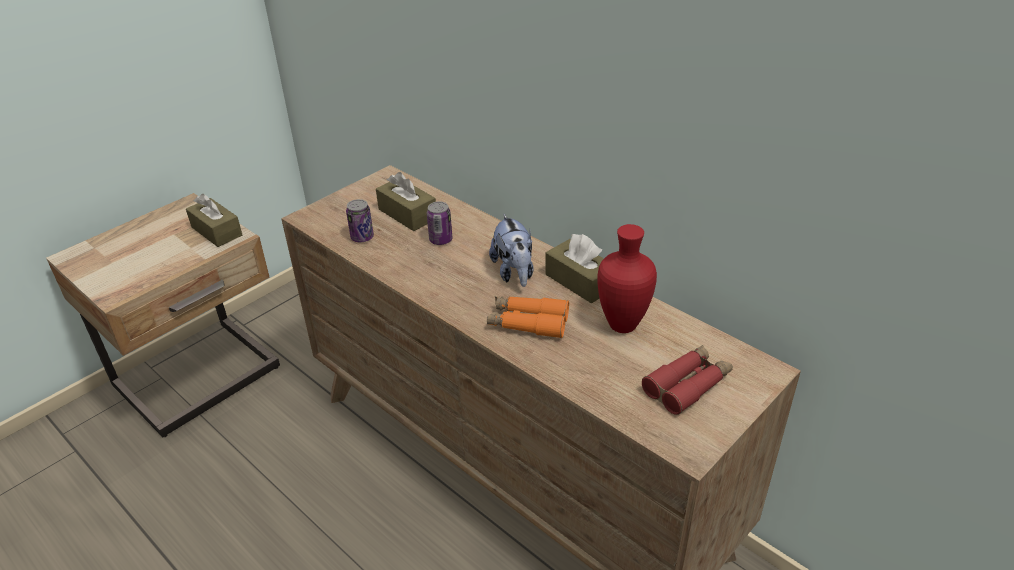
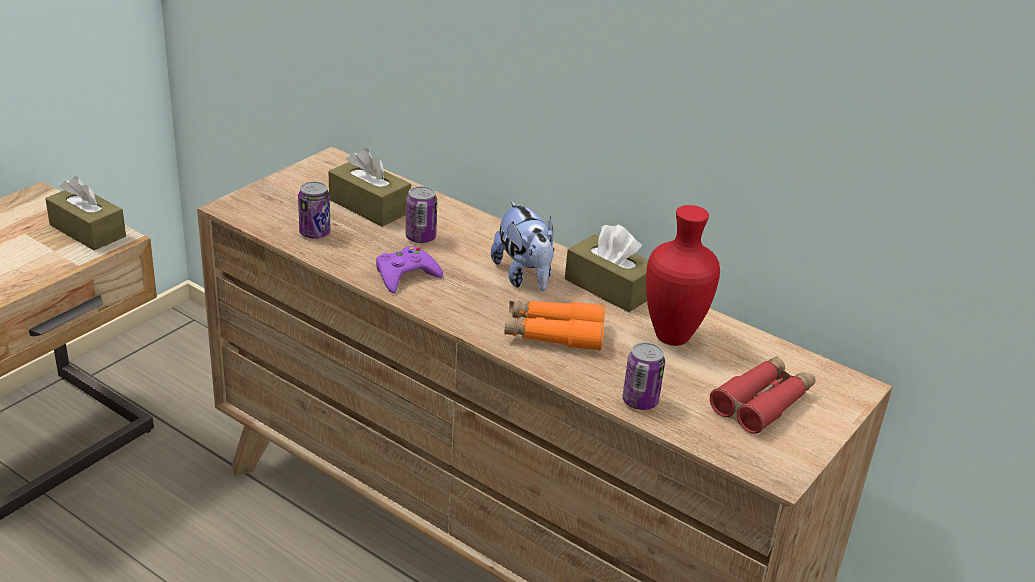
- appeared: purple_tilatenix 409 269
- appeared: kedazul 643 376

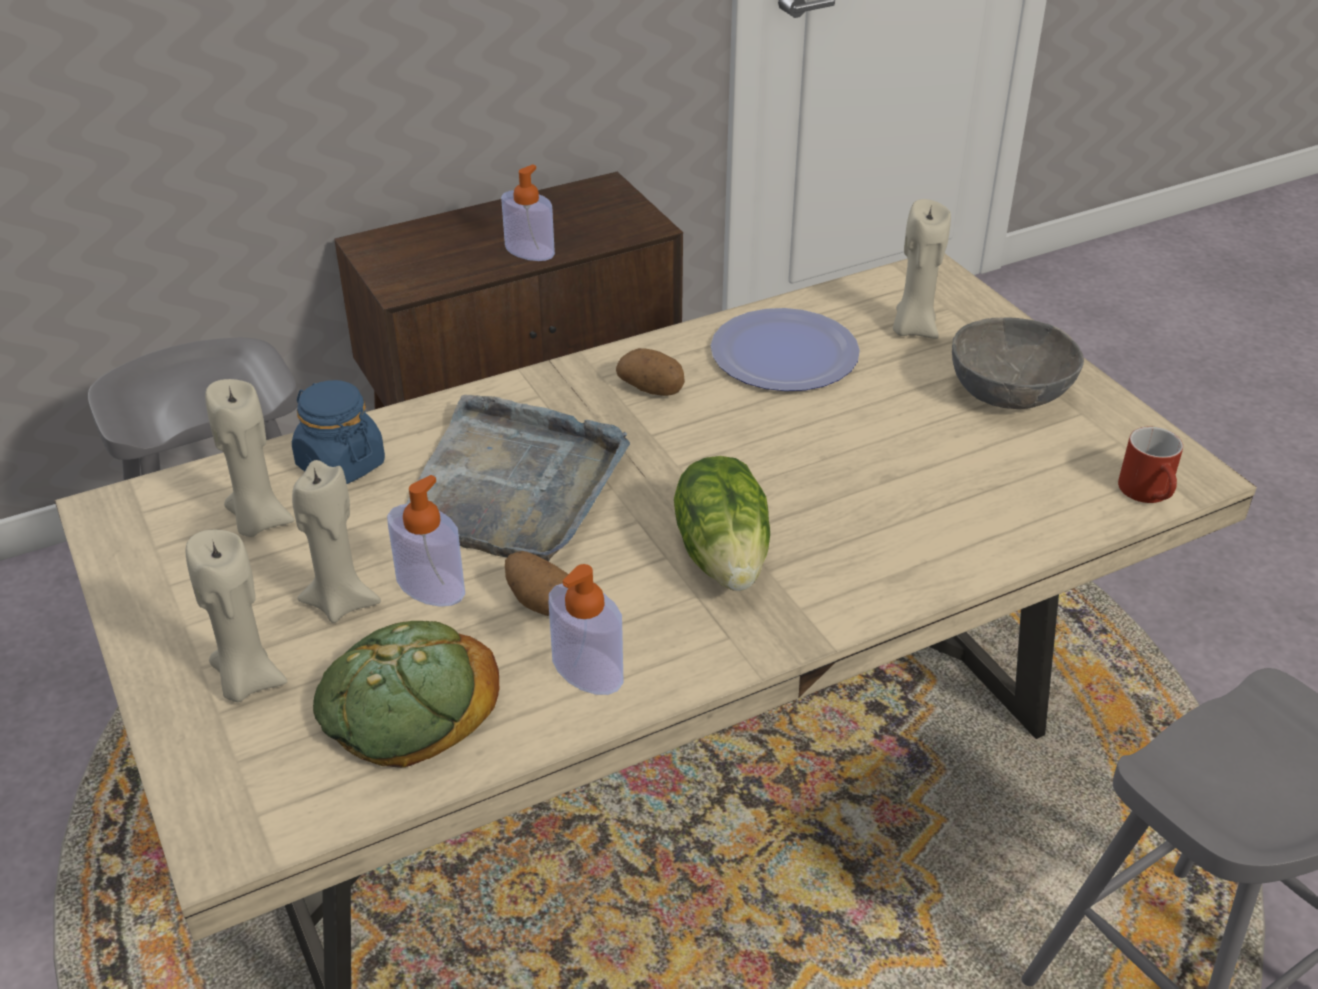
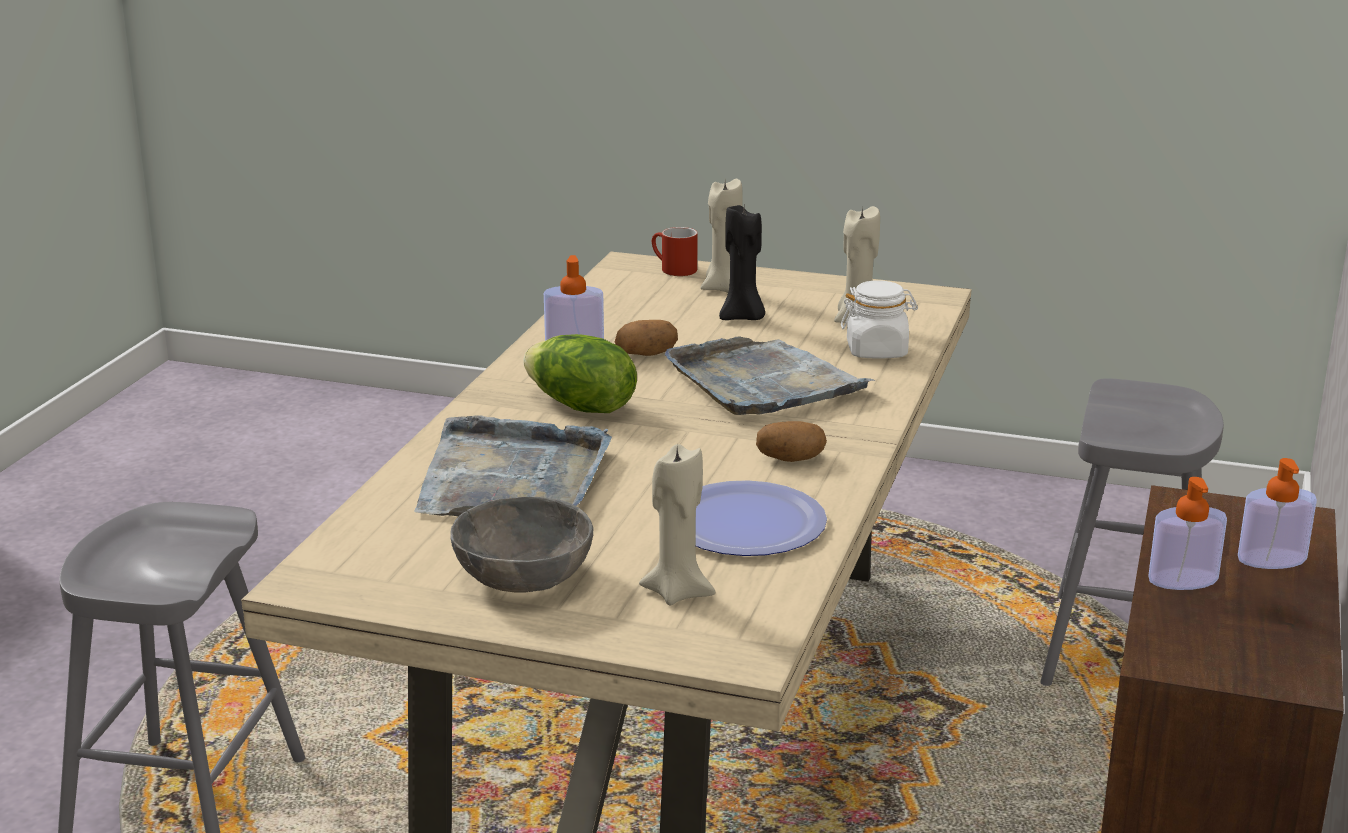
- colour: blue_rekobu 338 432 to white_rekobu 879 320
- relocated: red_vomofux 1150 465 to 675 251
- colour: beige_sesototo 336 541 to black_sesototo 742 262
- relocated: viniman 426 541 to 1277 513
- missing: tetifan 406 694
- appeared: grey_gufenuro 513 466

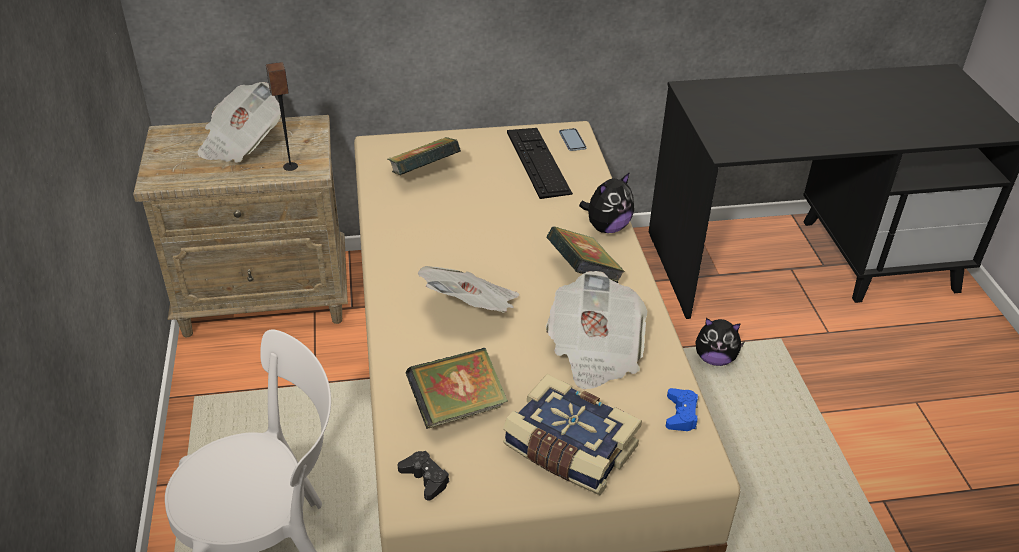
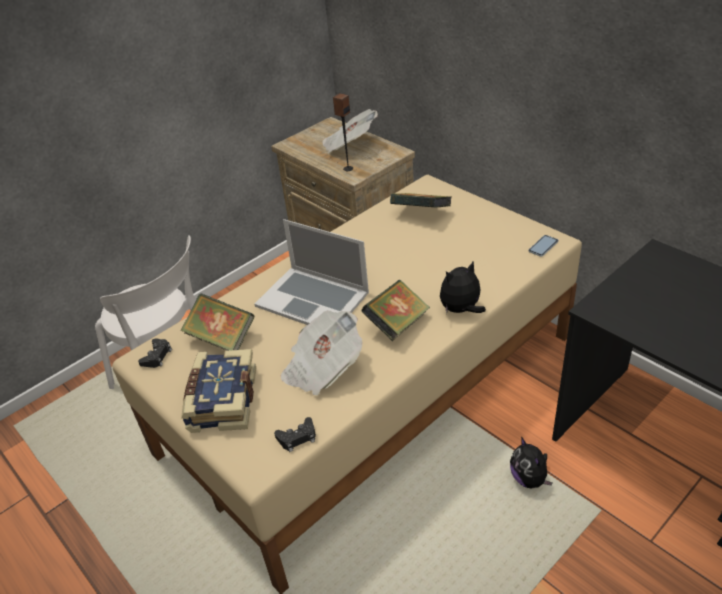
- missing: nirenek 540 163
- spun: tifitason 606 202 = 463 287 135 degrees clockwise
- exchanged: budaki 469 289 to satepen 312 272
- colour: blue_tilatenix 682 409 to black_tilatenix 295 434

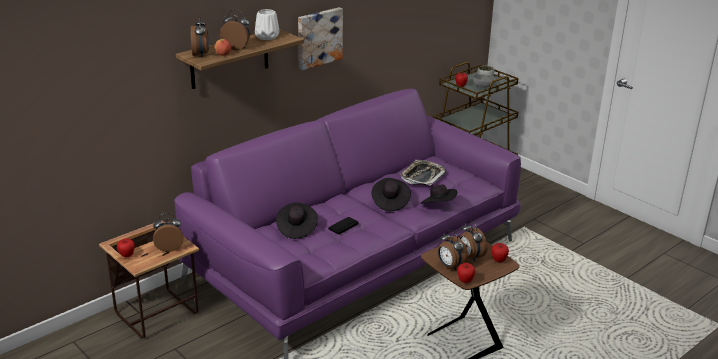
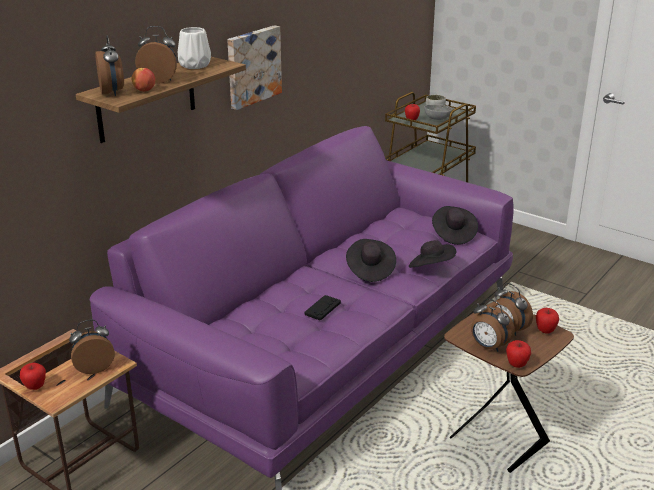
- missing: gufenuro 423 173
- relocated: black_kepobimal 297 220 to 455 225

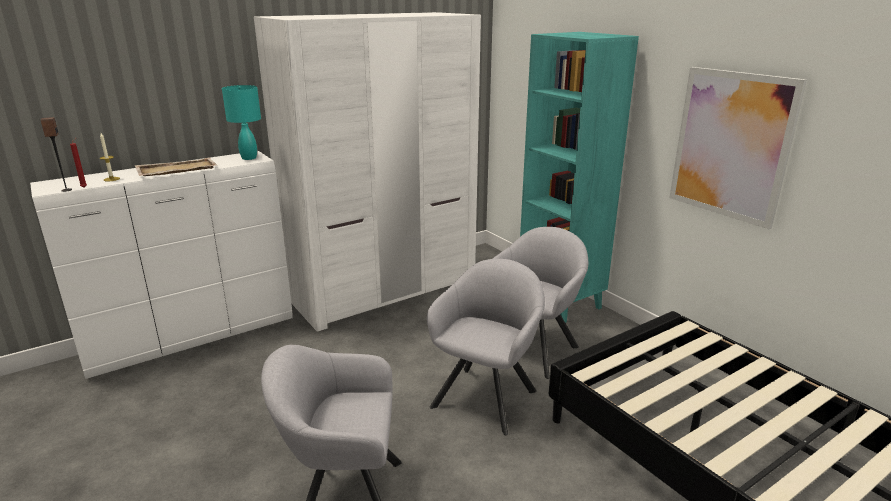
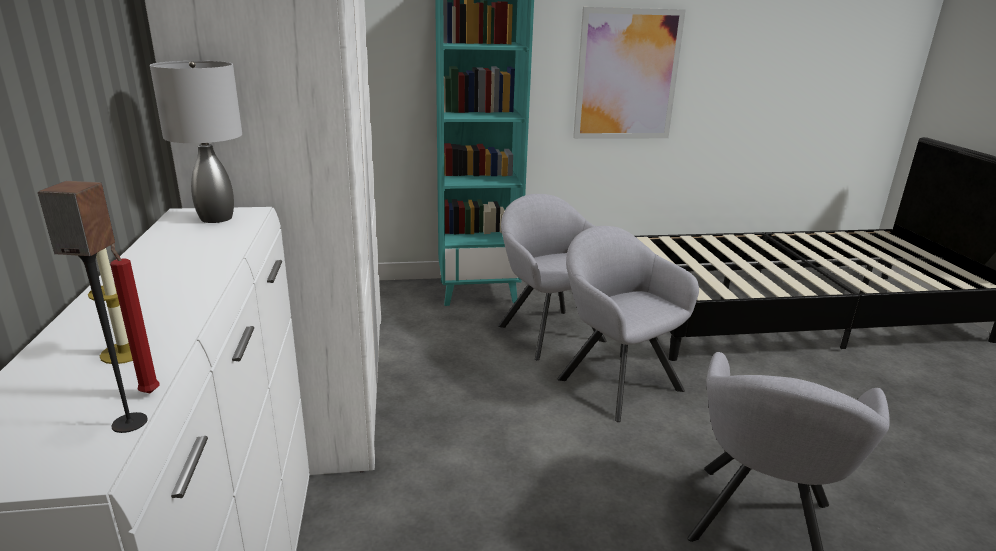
- colour: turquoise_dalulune 241 122 to grey_dalulune 196 142
- missing: beige_gufenuro 176 166

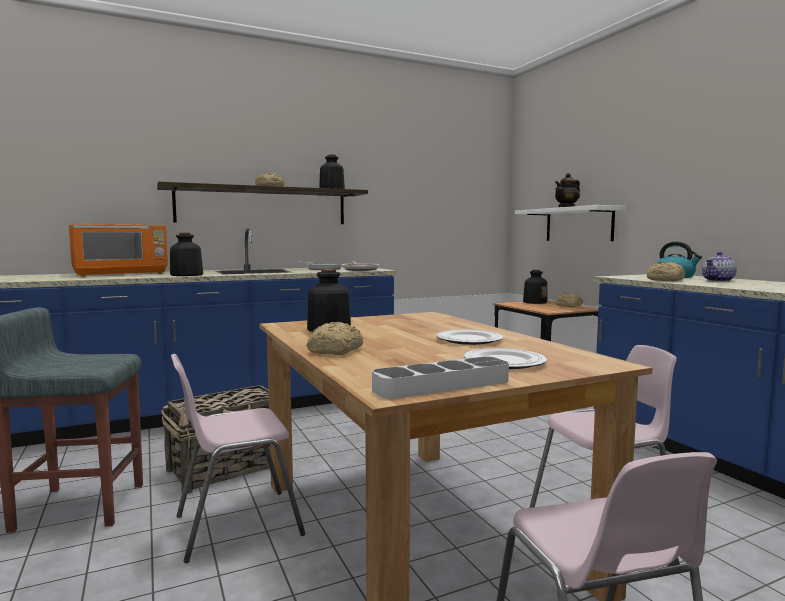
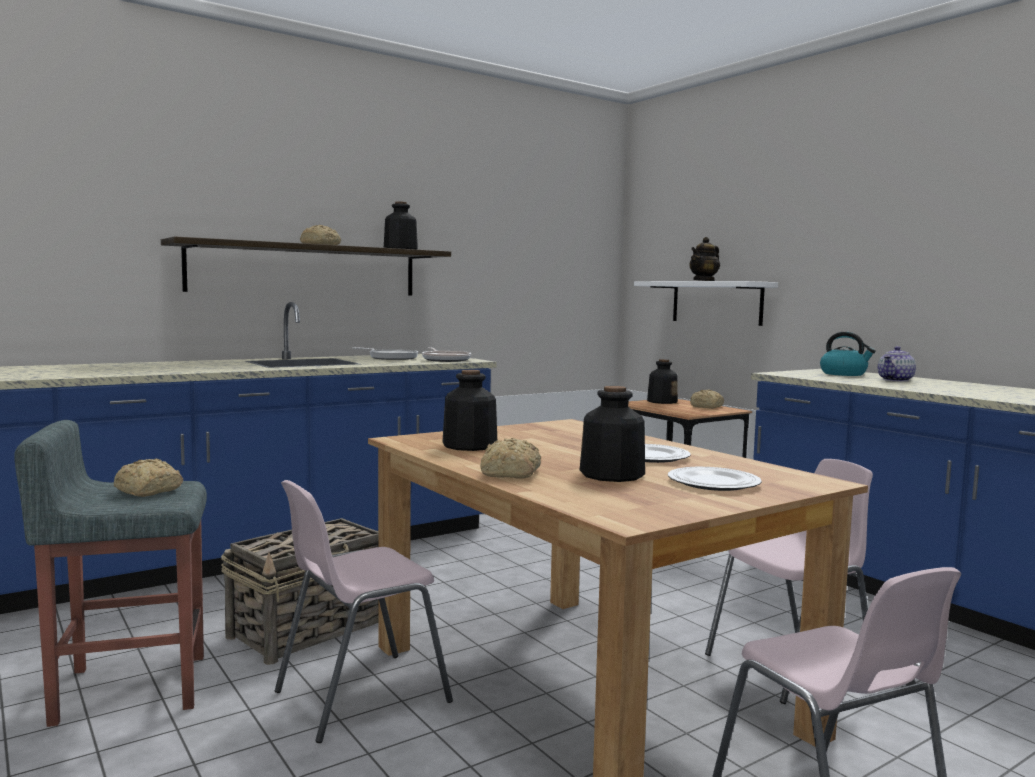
- missing: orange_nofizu 118 250
- relocated: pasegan 186 254 to 612 434
- relocated: tetifan 666 271 to 148 478
- missing: grey_gufenuro 440 378

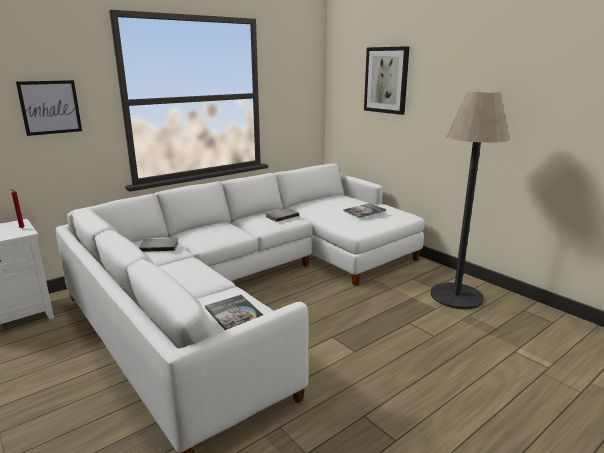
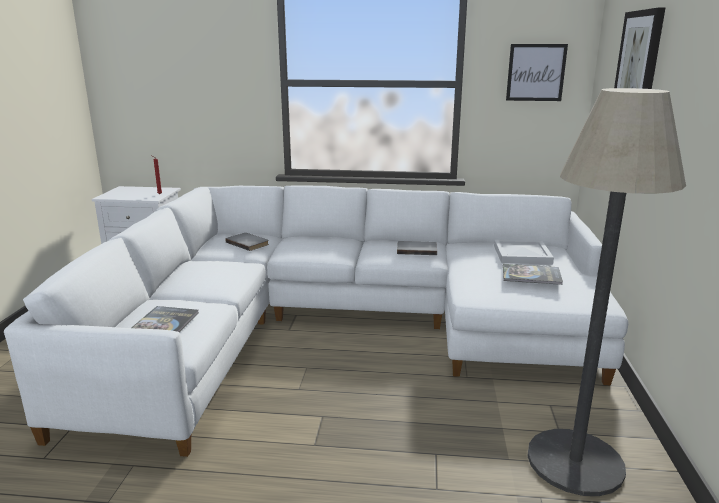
- relocated: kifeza 49 108 to 537 72
- appeared: white_gufenuro 524 252

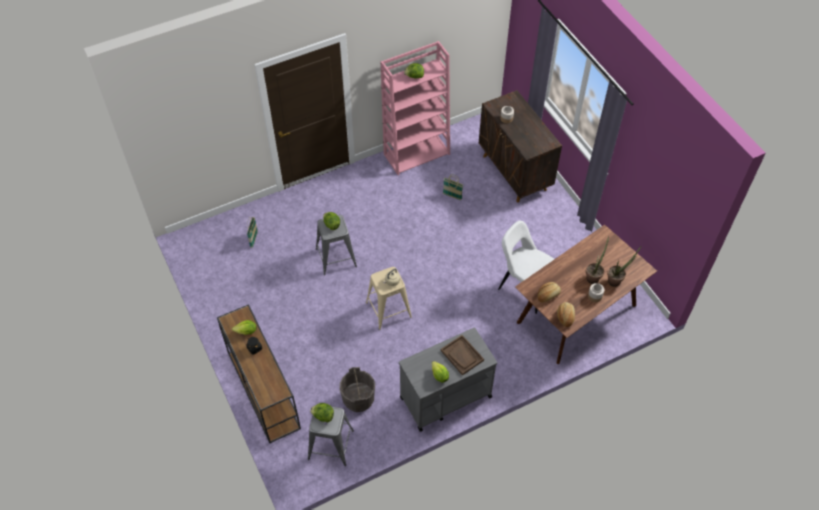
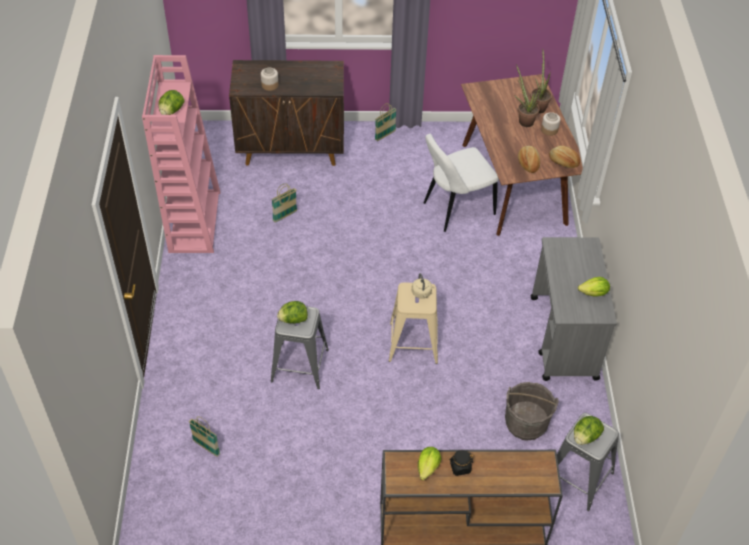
- missing: brown_gufenuro 462 355
- appeared: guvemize 386 122

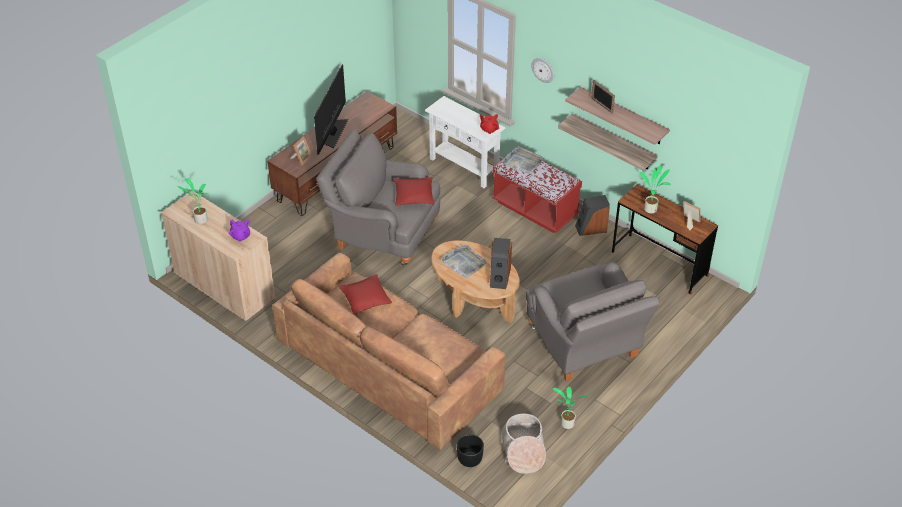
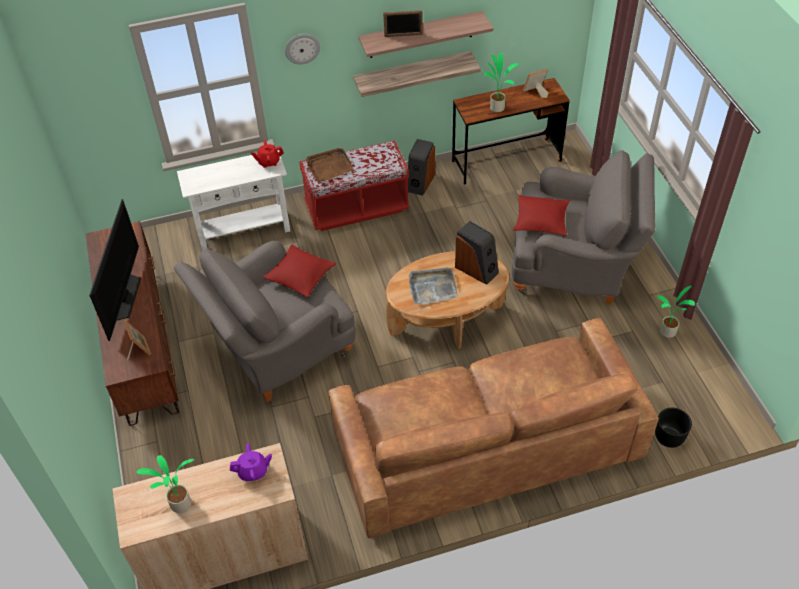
- spun: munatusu 331 109 = 115 270 135 degrees counterclockwise
- colour: grey_gufenuro 522 160 to brown_gufenuro 330 165
- relocated: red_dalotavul 366 294 to 541 215
- missing: guvemize 523 444

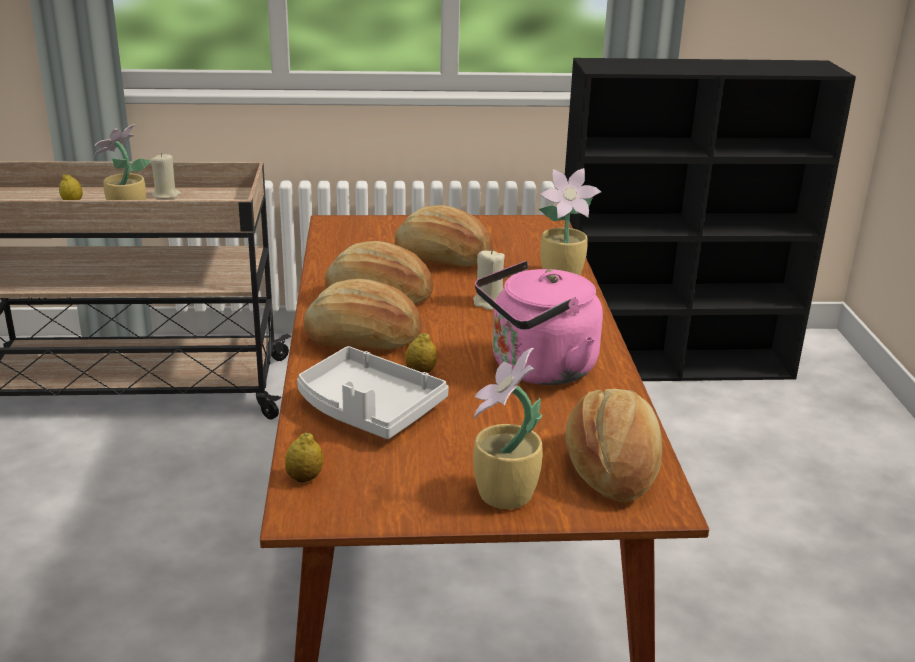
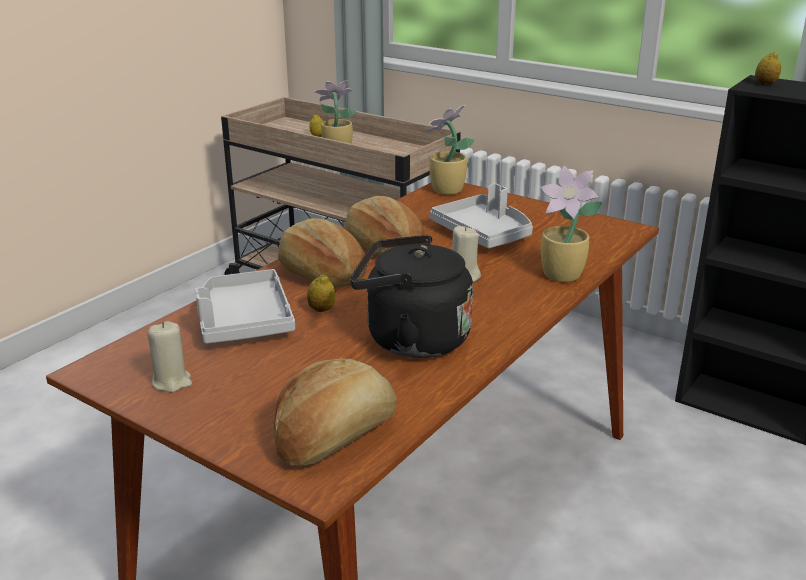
- relocated: beige_sesototo 165 176 to 170 356
- exchanged: tetifan 444 235 to grey_gufenuro 481 215
- colour: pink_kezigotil 539 323 to black_kezigotil 411 296
- relocated: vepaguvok 508 428 to 449 150
- relocated: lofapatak 304 457 to 768 68

